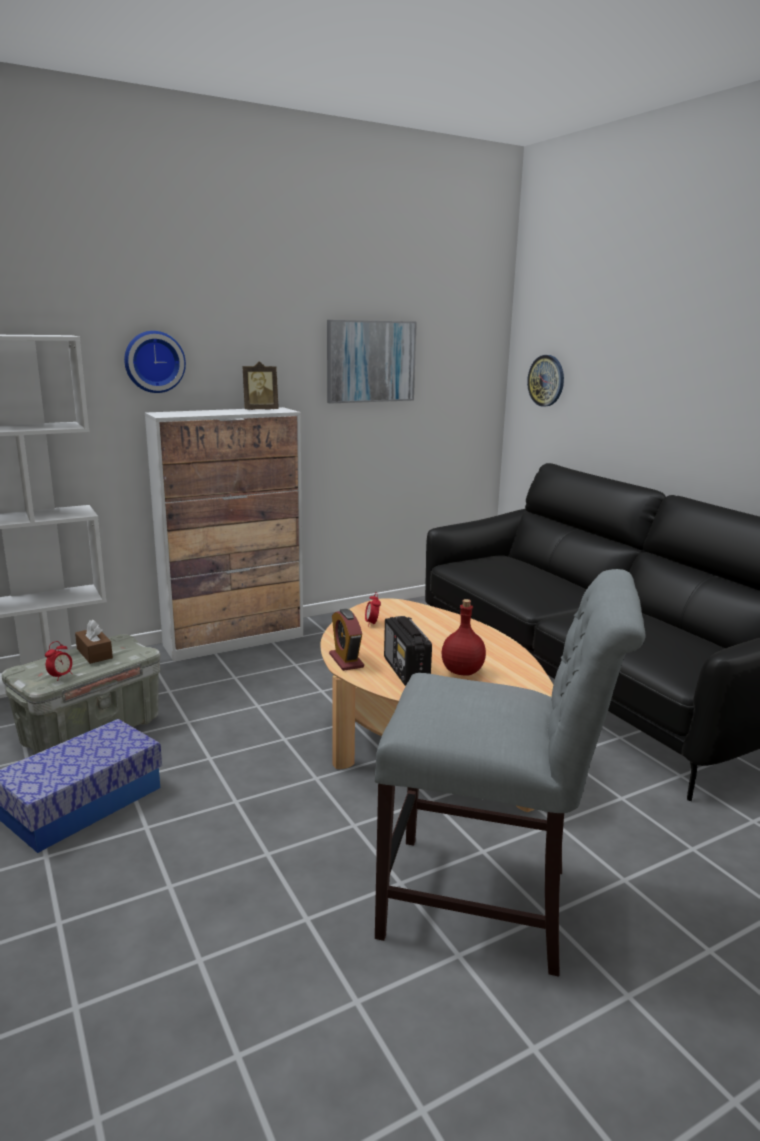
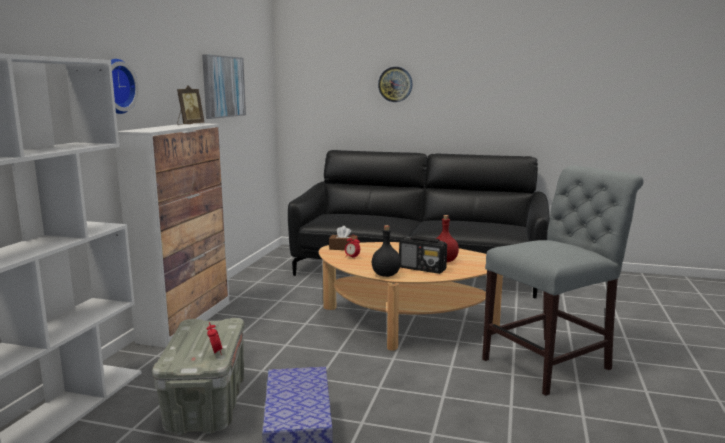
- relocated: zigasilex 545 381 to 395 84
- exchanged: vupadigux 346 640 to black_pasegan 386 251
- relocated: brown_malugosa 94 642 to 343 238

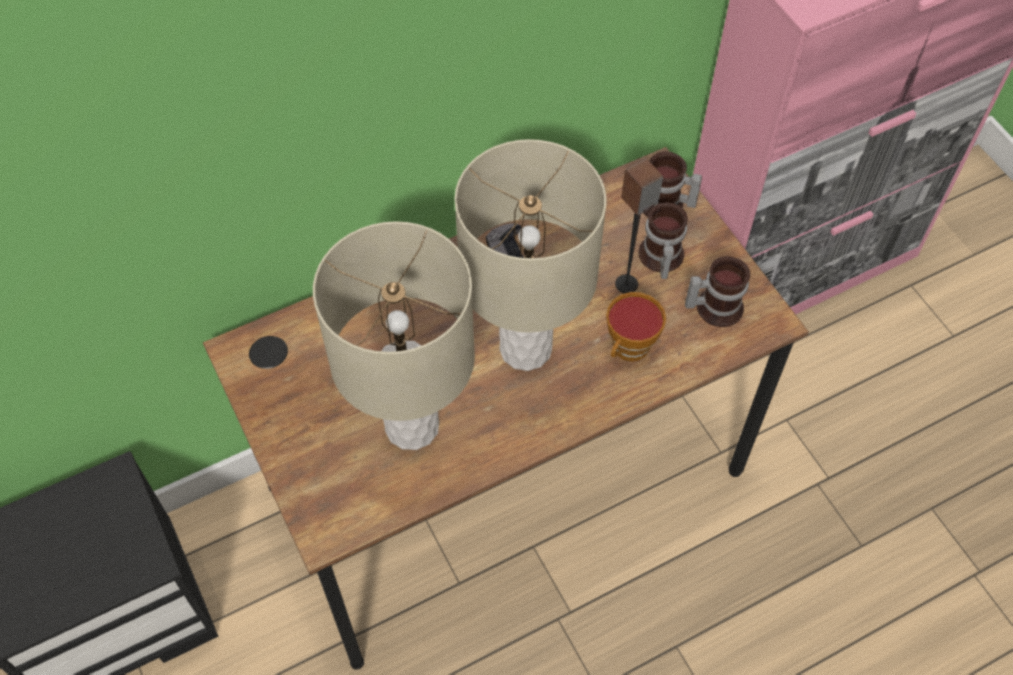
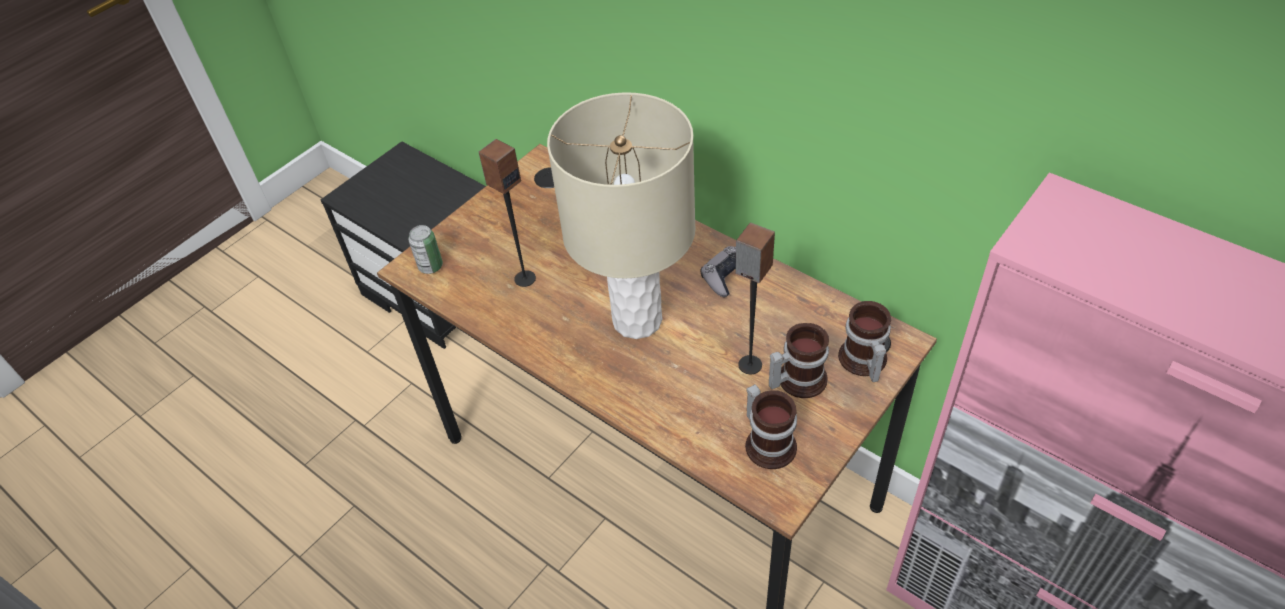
- exchanged: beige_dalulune 394 335 to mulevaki 507 213
- missing: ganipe 636 326
- appeared: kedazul 425 249

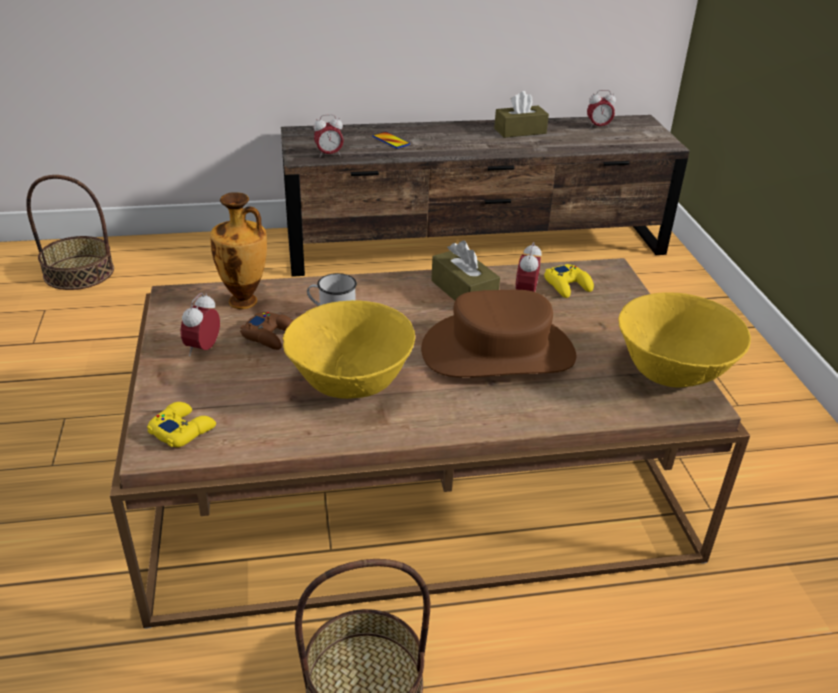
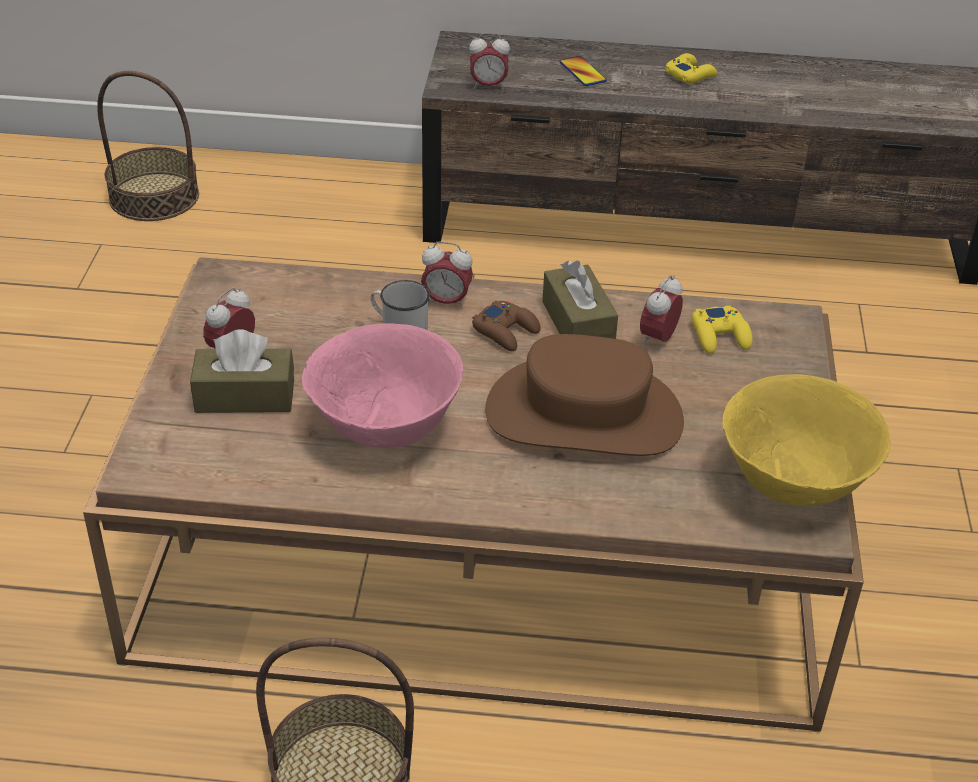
- relocated: vupadigux 601 109 to 447 275
- relocated: brown_malugosa 521 114 to 242 371
- missing: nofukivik 238 250
- colour: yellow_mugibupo 349 349 to pink_mugibupo 382 385
- relocated: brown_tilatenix 266 331 to 506 326
- relocated: yellow_tilatenix 181 424 to 691 68

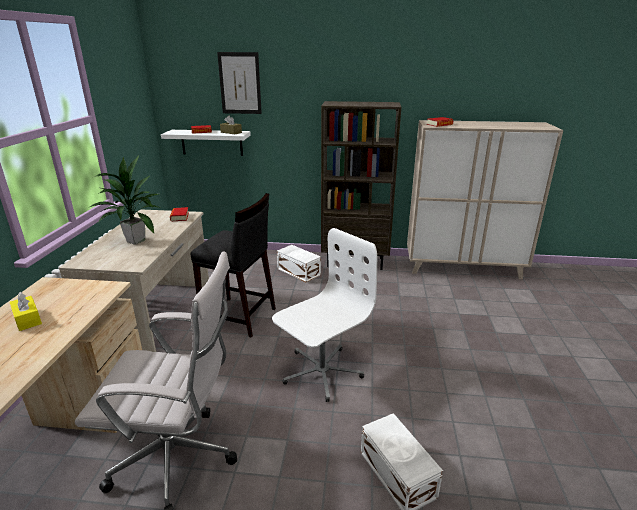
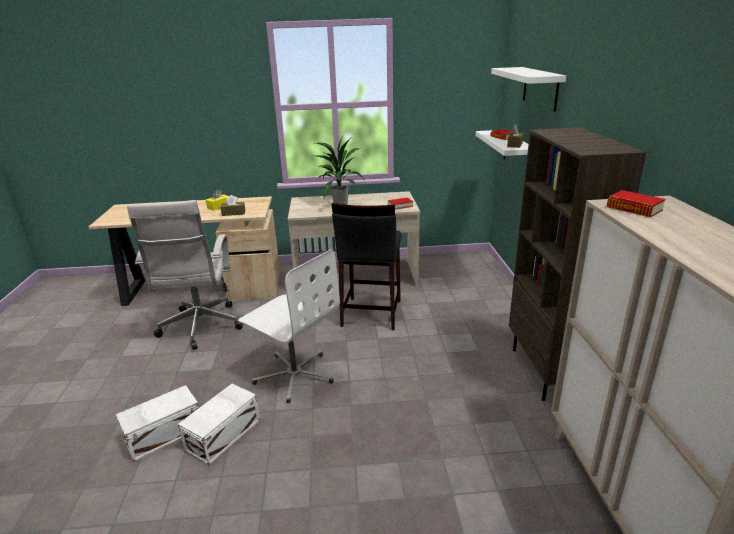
- exchanged: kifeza 239 83 to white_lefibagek 528 89
- relocated: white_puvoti 299 263 to 219 424
- appeared: brown_malugosa 232 205

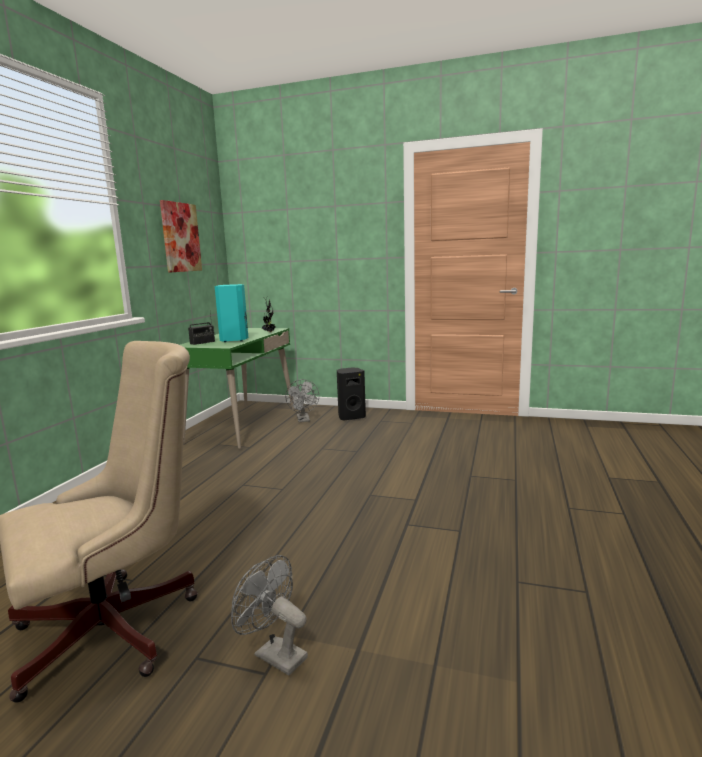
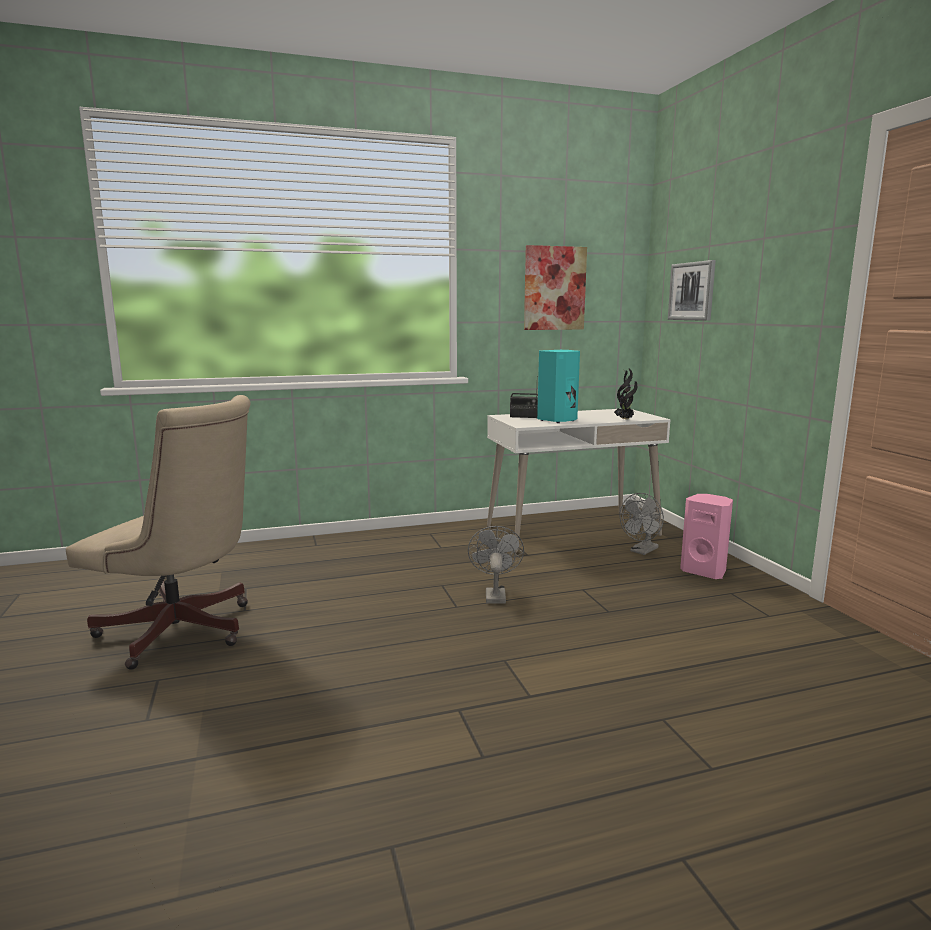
- colour: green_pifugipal 237 388 to white_pifugipal 579 481
- colour: black_mulevaki 351 394 to pink_mulevaki 706 536
- relocated: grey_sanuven 269 615 to 496 565
- appeared: kifeza 692 290

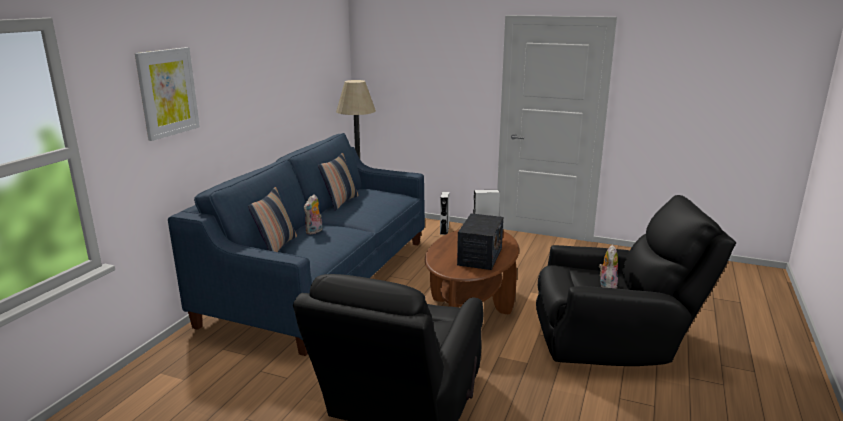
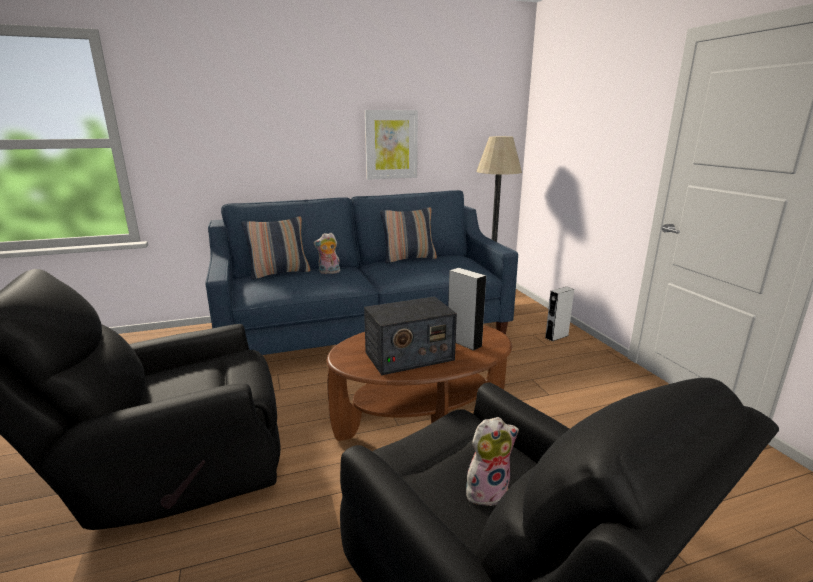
- relocated: kifeza 167 94 to 391 145

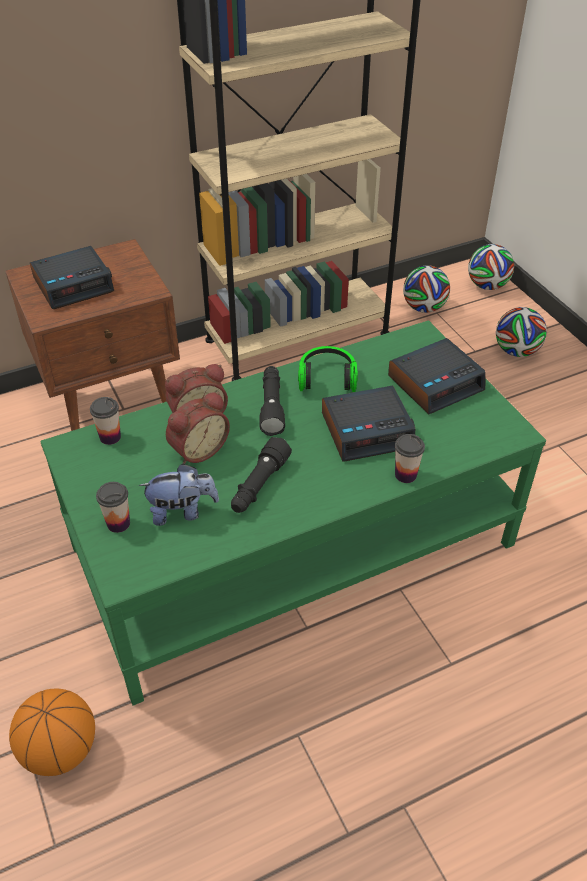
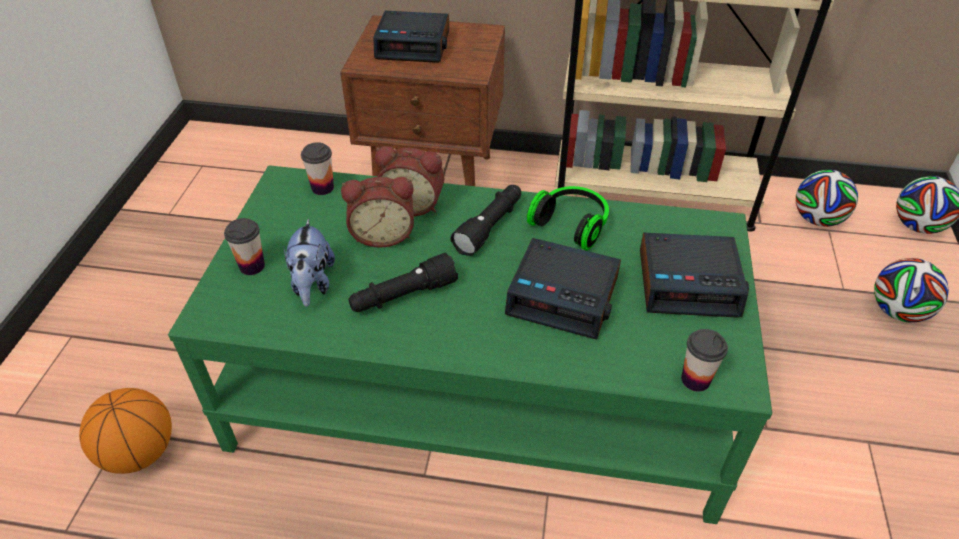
- relocated: ganipe 410 458 to 704 360
- spun: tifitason 179 495 = 309 262 60 degrees clockwise

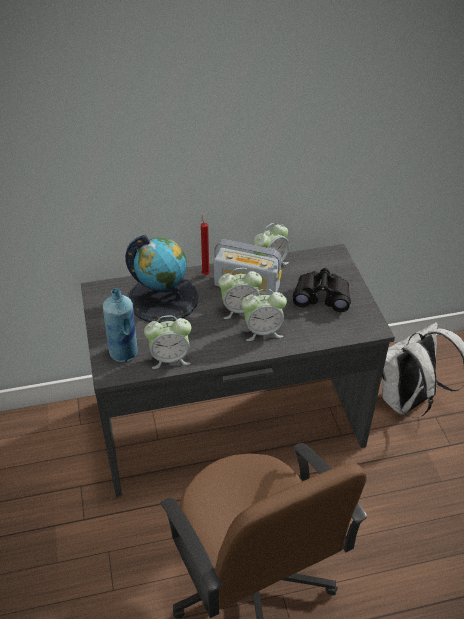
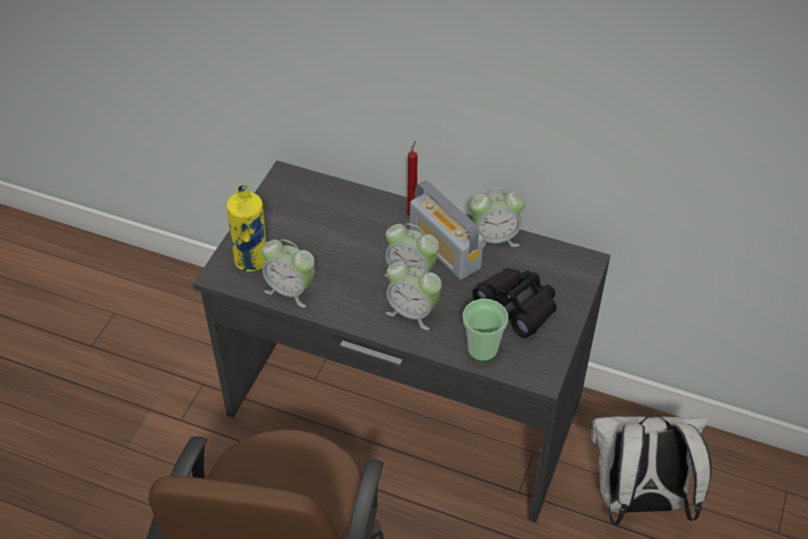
- missing: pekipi 161 279
- colour: blue_pasegan 120 325 to yellow_pasegan 247 228
- appeared: ganipe 485 330

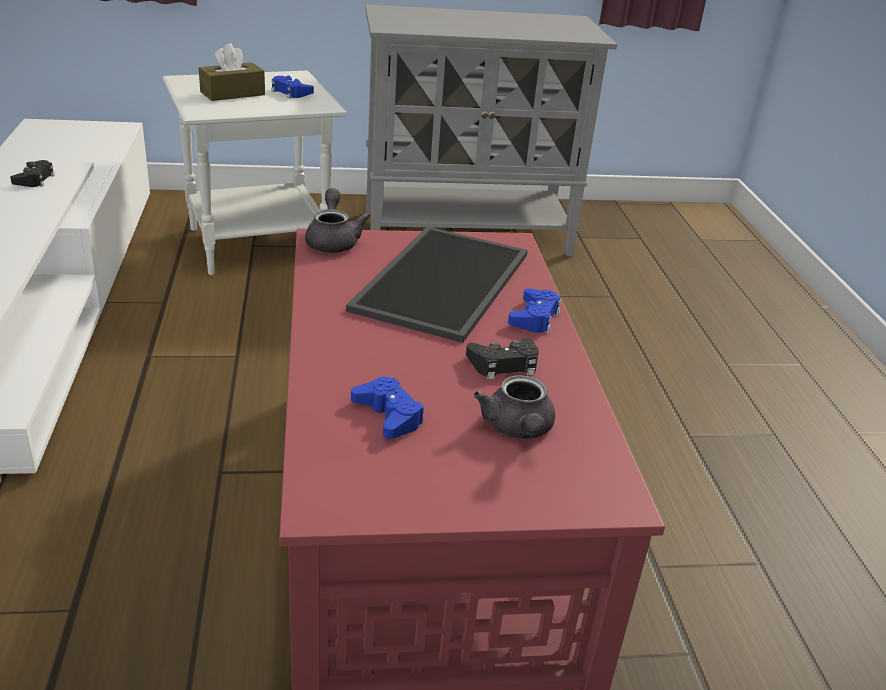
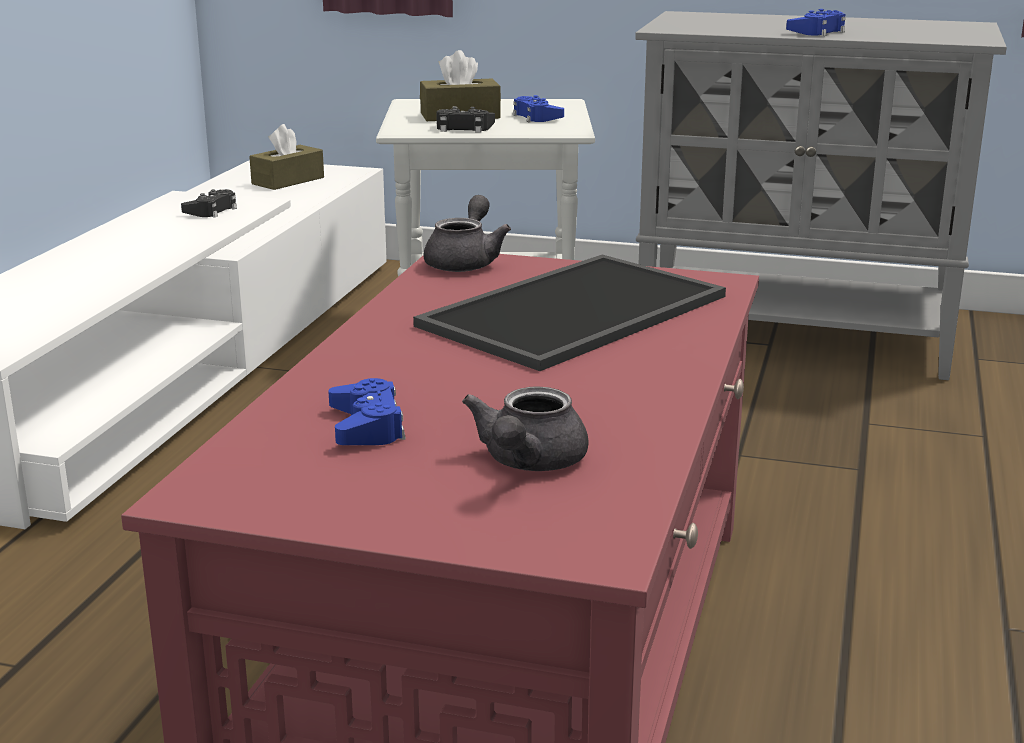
- relocated: blue_tilatenix 534 310 to 816 22
- relocated: black_tilatenix 502 359 to 465 119
- appeared: brown_malugosa 286 157

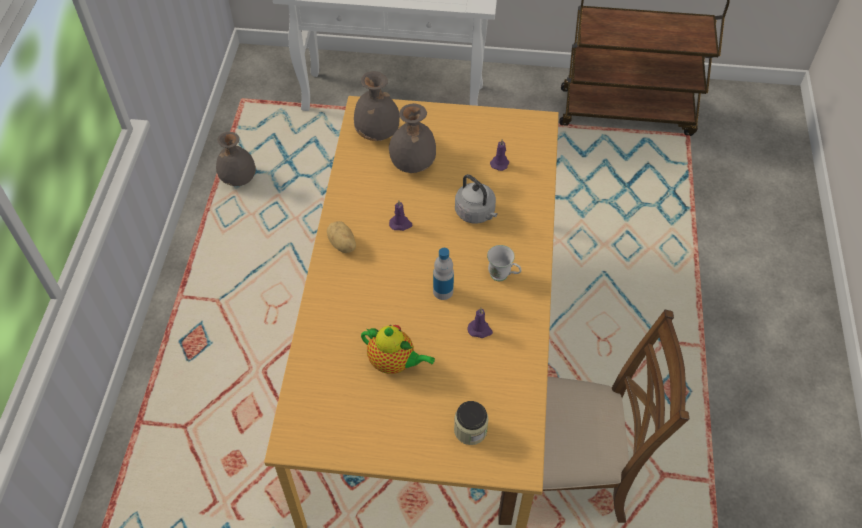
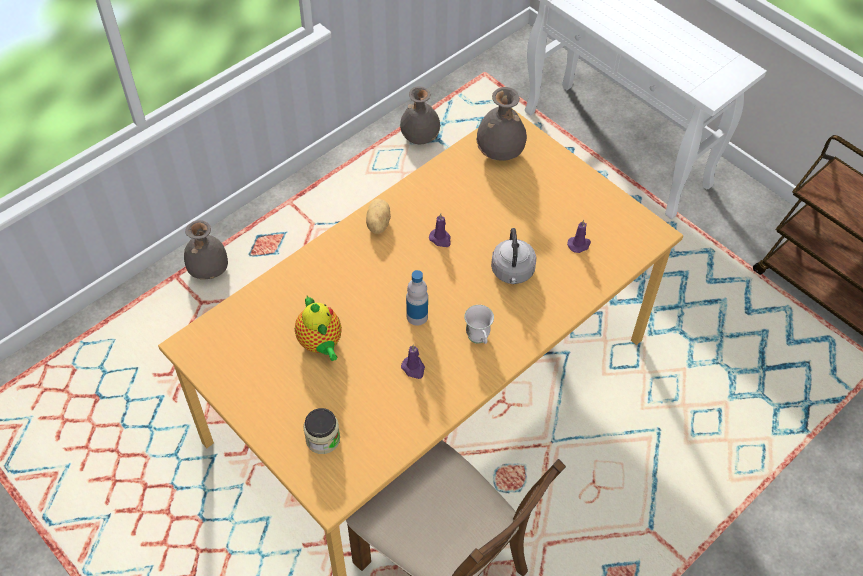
- relocated: grey_nofukivik 412 138 to 206 250

